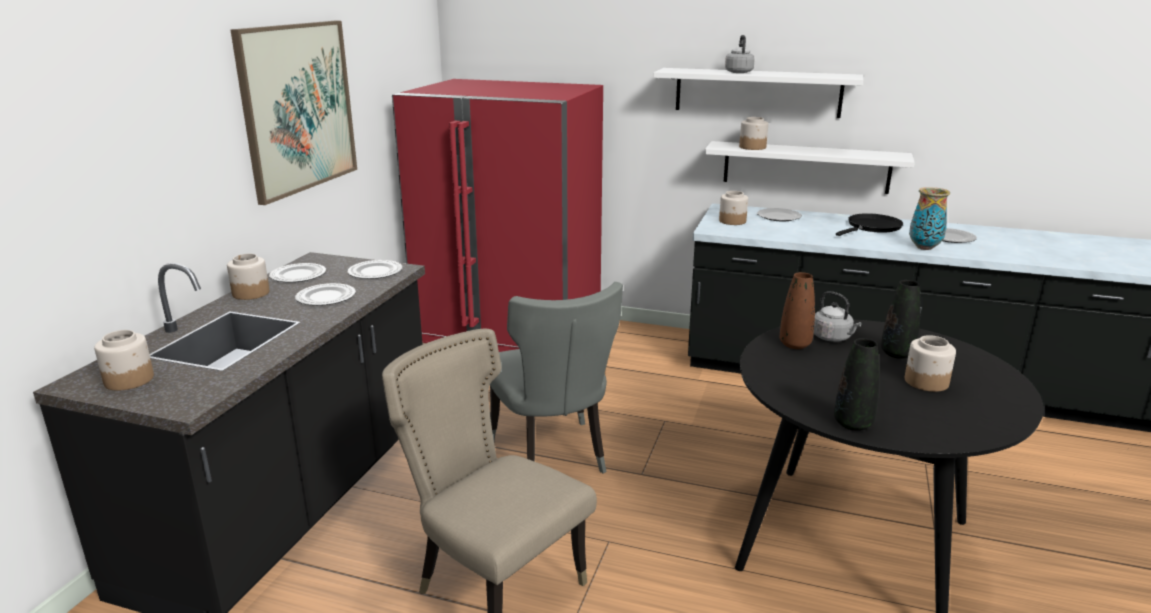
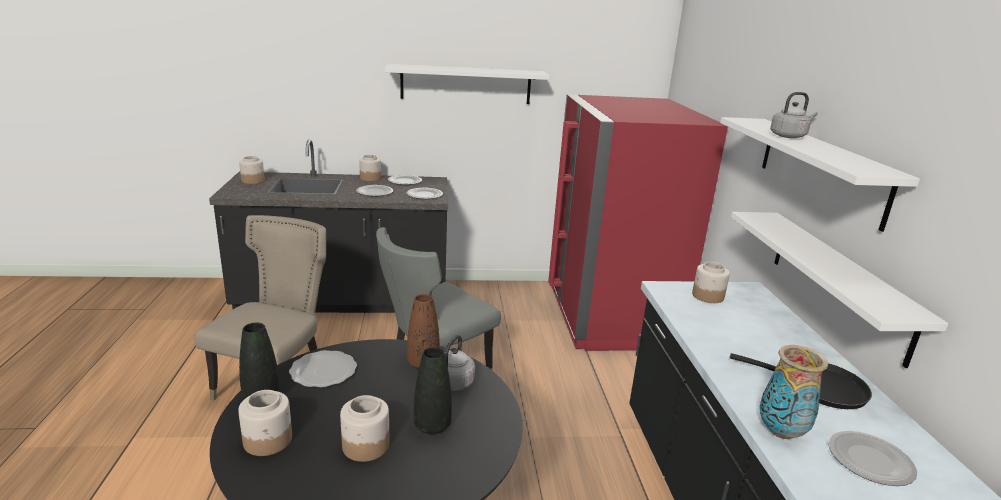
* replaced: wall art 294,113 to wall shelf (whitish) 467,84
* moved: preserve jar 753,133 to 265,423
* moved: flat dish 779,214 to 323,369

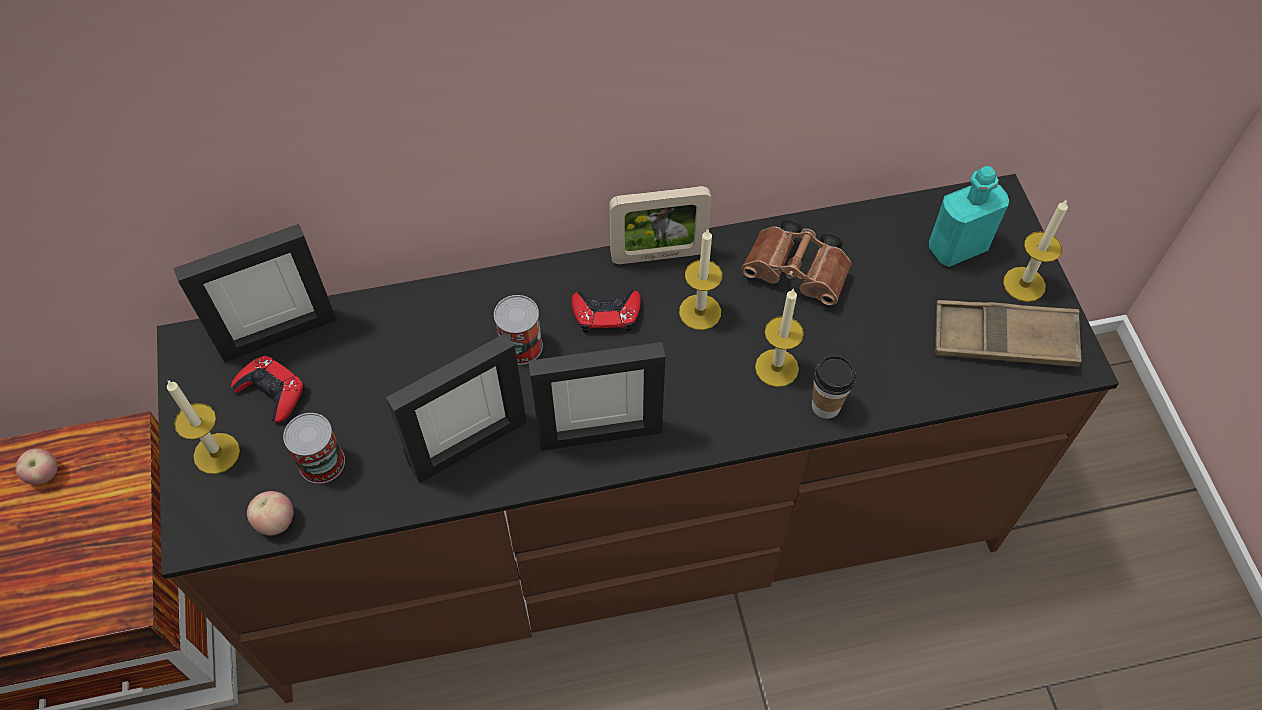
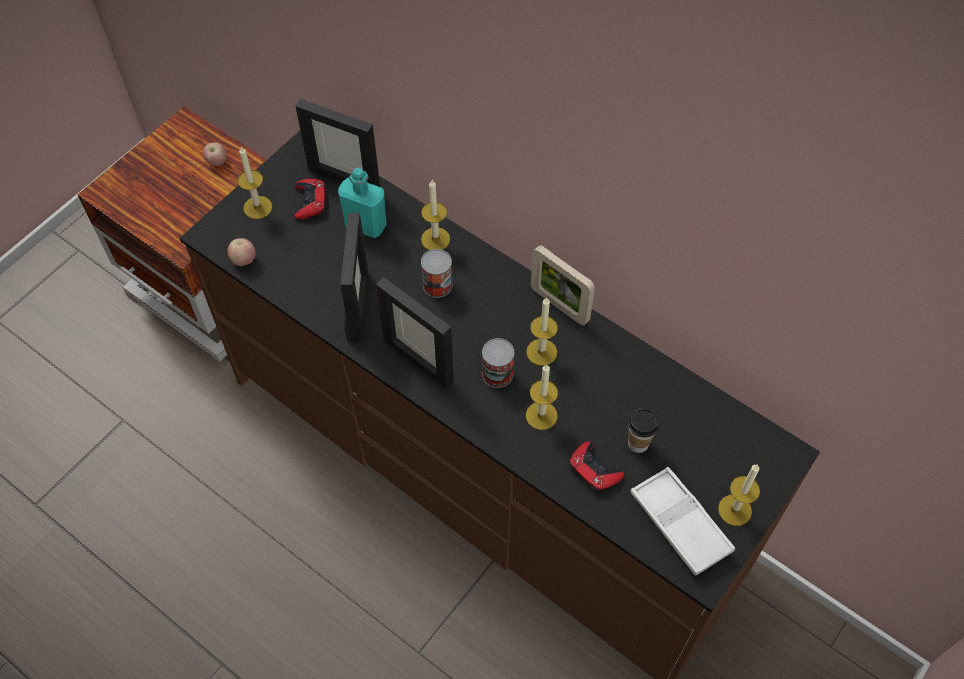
* moved: beverage bottle (blue-green) 969,216 to 362,203
* removed: binoculars (brown-coloured) 796,262
* moved: joypad (reddish) 606,311 to 596,466
* recoloured: tray (brown-coloured) 1008,333 to tray (whitish) 682,521
* turned: standing frame 456,408 = 354,277 105 degrees counterclockwise
* moved: drinking cup 834,386 to 643,430
* moved: can 314,448 to 498,363
* added: wax light 435,215

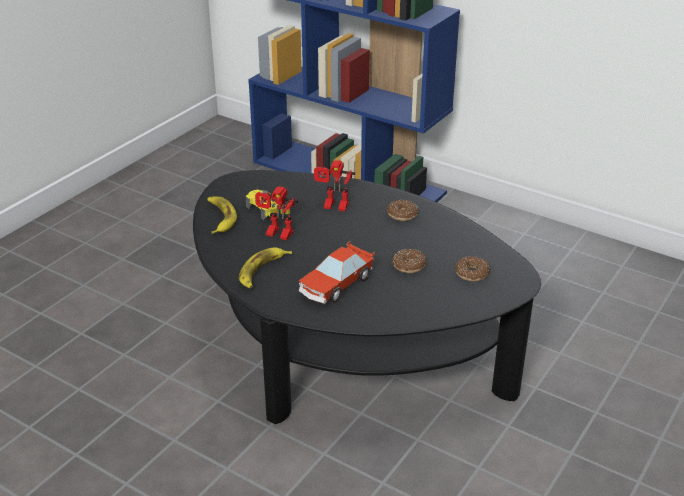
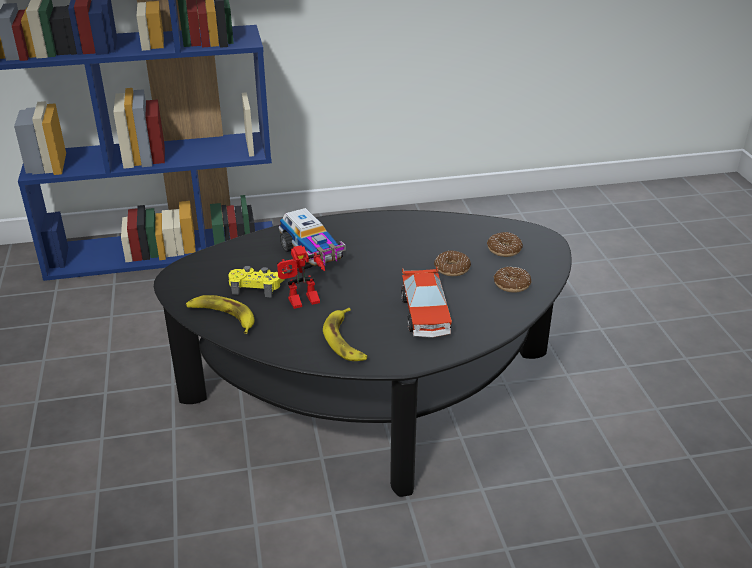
* replaced: model robot 334,185 to toy lorry 312,238
* moved: donut 402,210 to 513,280

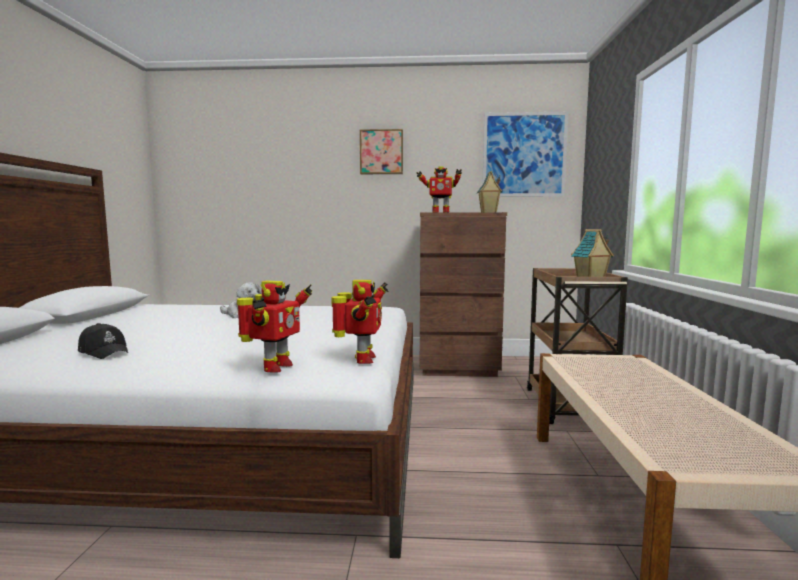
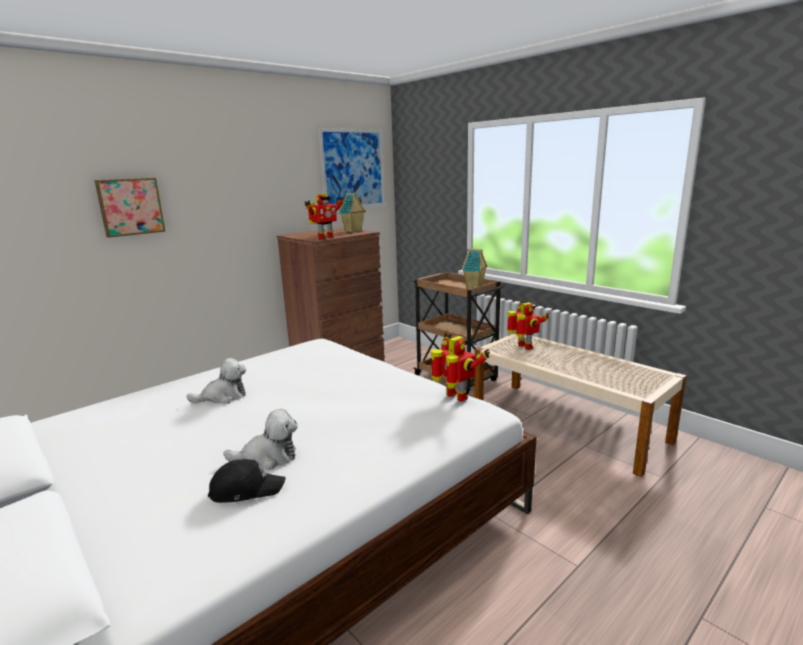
* moved: wall art 381,151 to 130,208
* moved: model robot 274,327 to 528,325
* added: cuddly toy 260,439

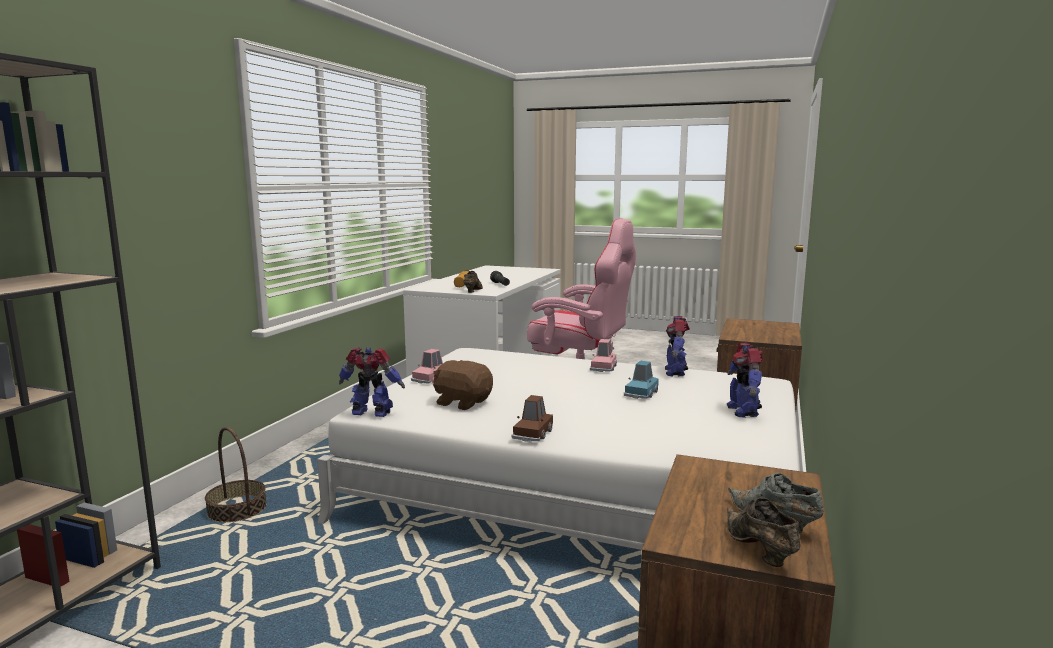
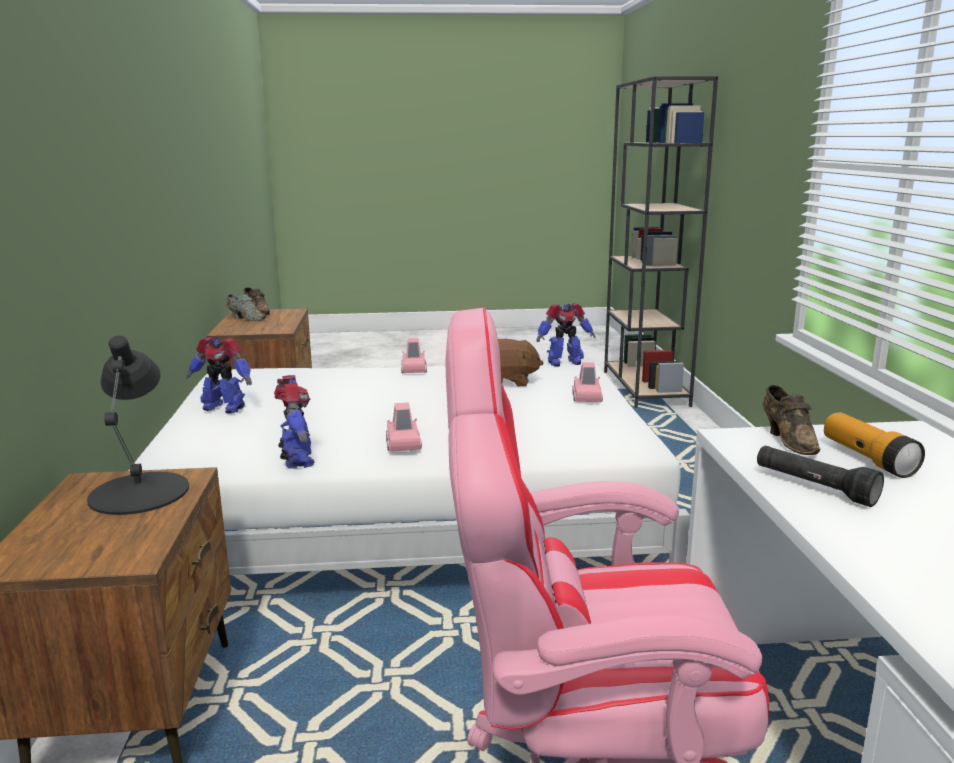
* turned: model robot 745,380 = 219,374 135 degrees clockwise
* removed: toy car (blue) 641,380
* recoloured: toy car (brown-coloured) 532,418 to toy car (pink) 414,355
* removed: household basket 236,474
* added: lamp for a table (black-coloured) 138,425

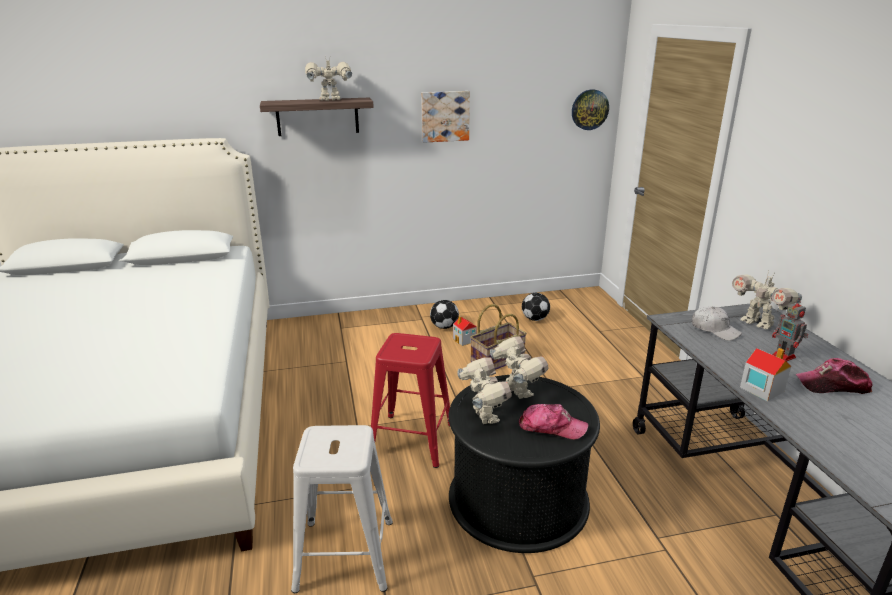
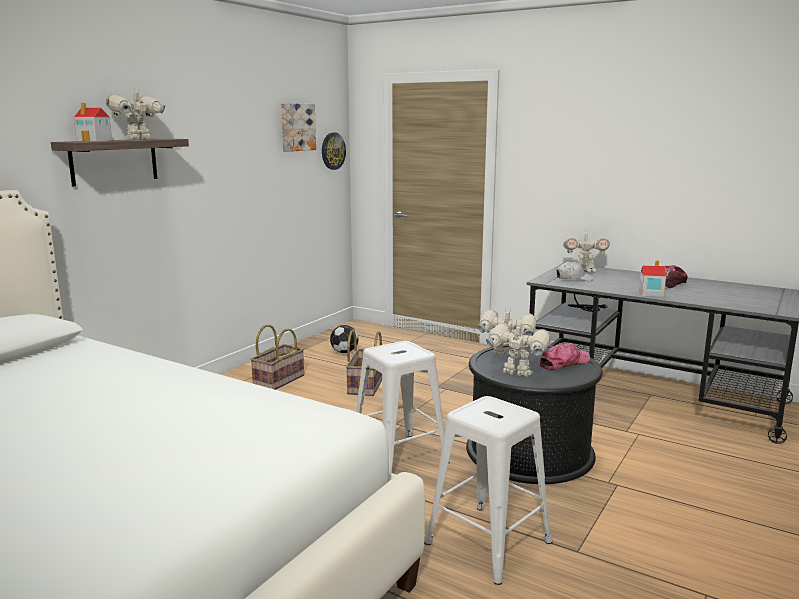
* moved: wall art 445,117 to 298,127
* removed: model robot 790,330
* replaced: football ball 444,314 to household basket 277,357
* moved: toy house 465,331 to 93,122
* recoloured: stool seat (reddish) 410,400 to stool seat (whitish) 403,407

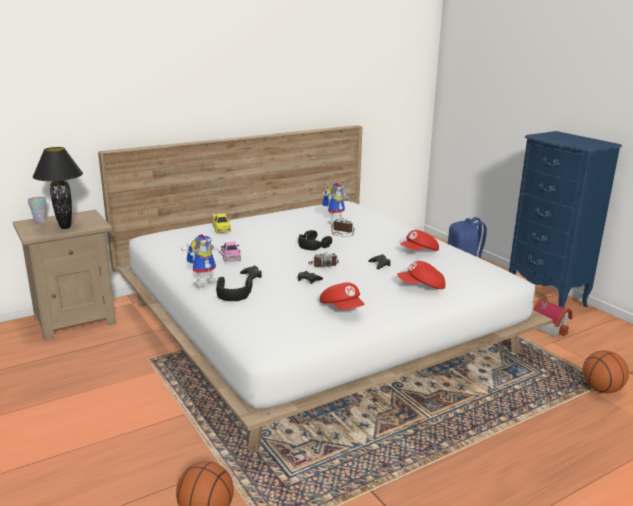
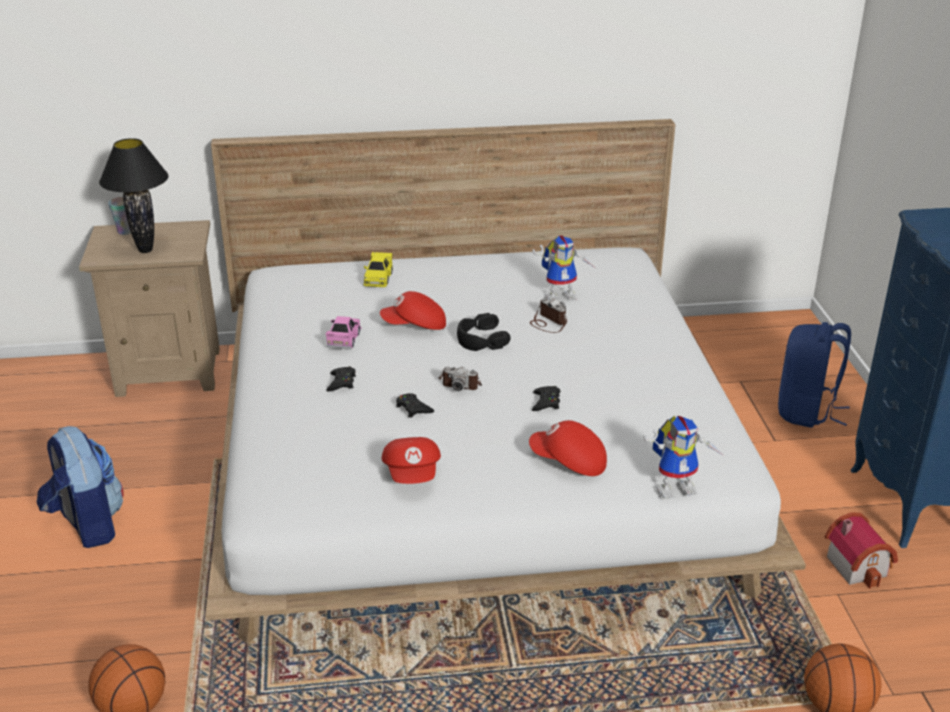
* moved: cap (reddish) 419,240 to 413,310
* moved: model robot 204,261 to 683,457
* removed: headset (black-coloured) 234,289
* added: knapsack 80,487

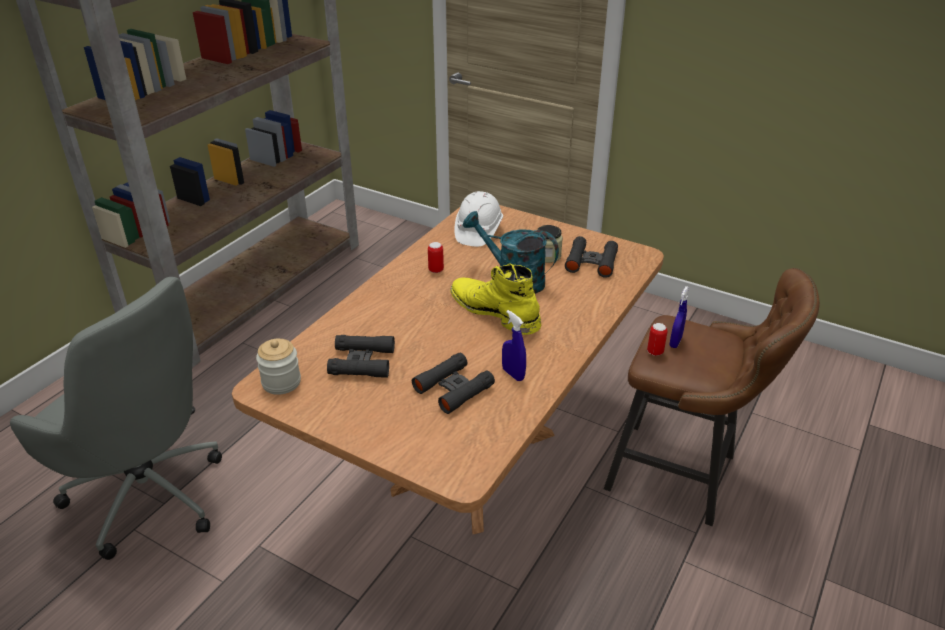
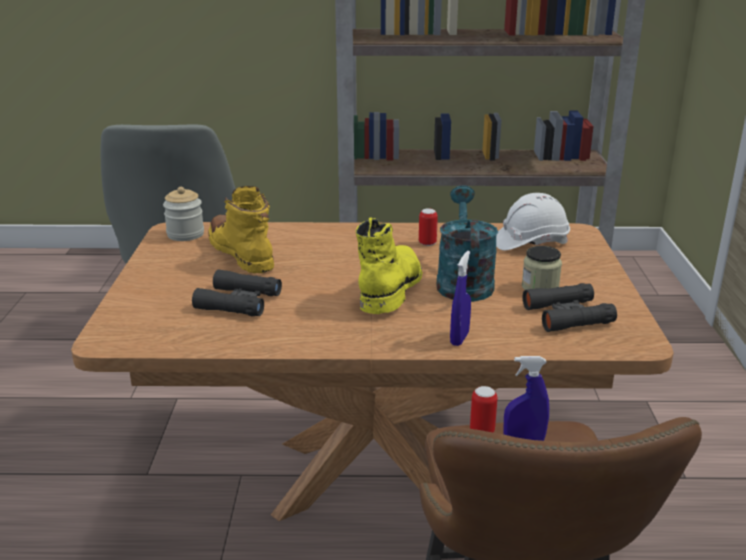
* moved: hand sprayer (blue) 514,345 to 460,298
* replaced: binoculars (black-coloured) 361,356 to high-top boot (yellowish) 241,229

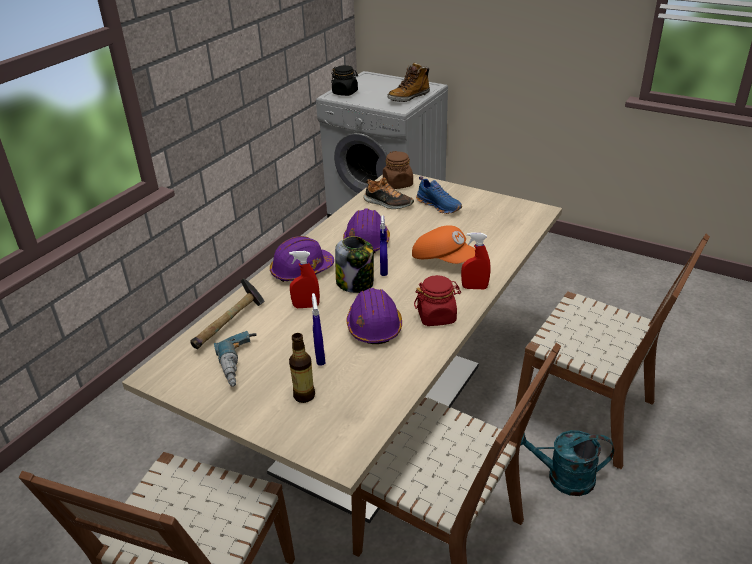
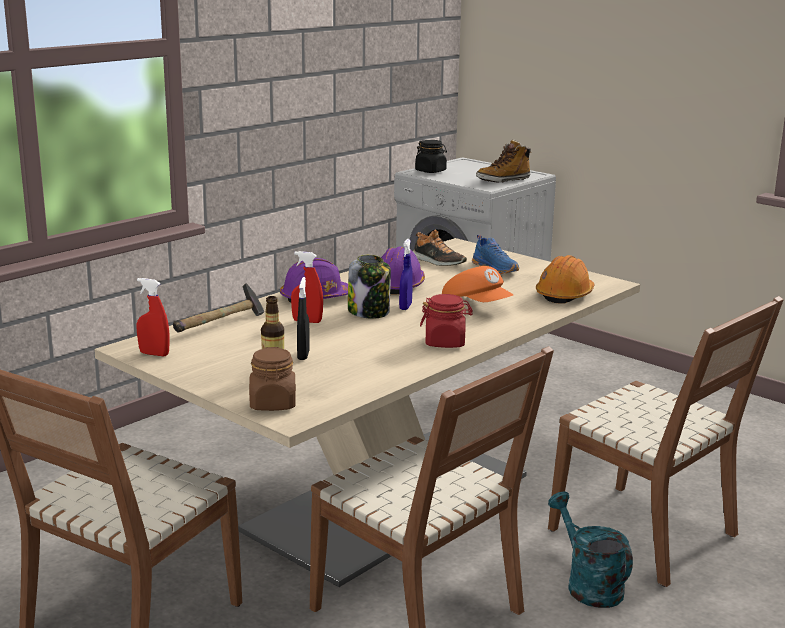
* moved: preserve jar (brown-coloured) 398,170 to 272,379
* moved: hand sprayer (reddish) 475,260 to 153,317
* removed: safety helmet (purple) 374,316
* recoloured: hand sprayer (blue) 319,329 to hand sprayer (black-coloured) 303,318
* removed: power drill 235,359
* turned: watering can (blue-green) 567,463 = 590,549 45 degrees clockwise
* added: safety helmet (orangey) 565,279

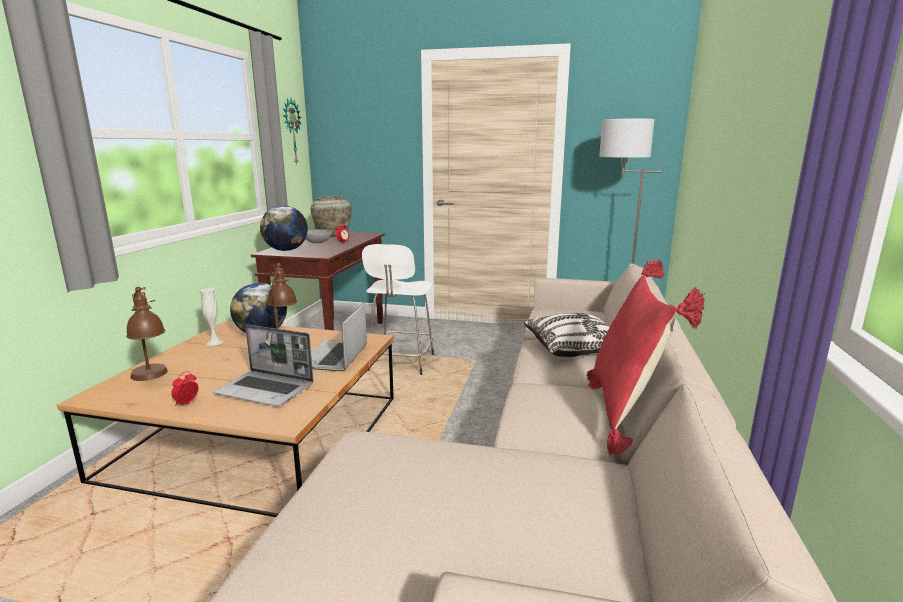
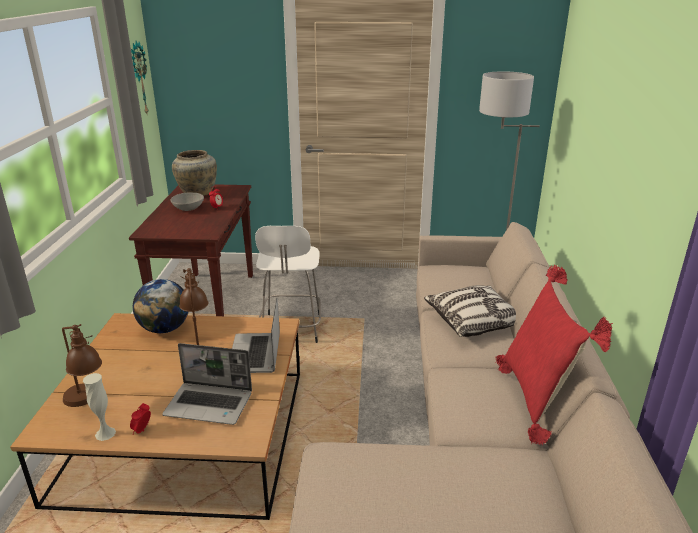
* removed: globe 284,228
* moved: decorative vase (whitish) 211,317 to 99,407

